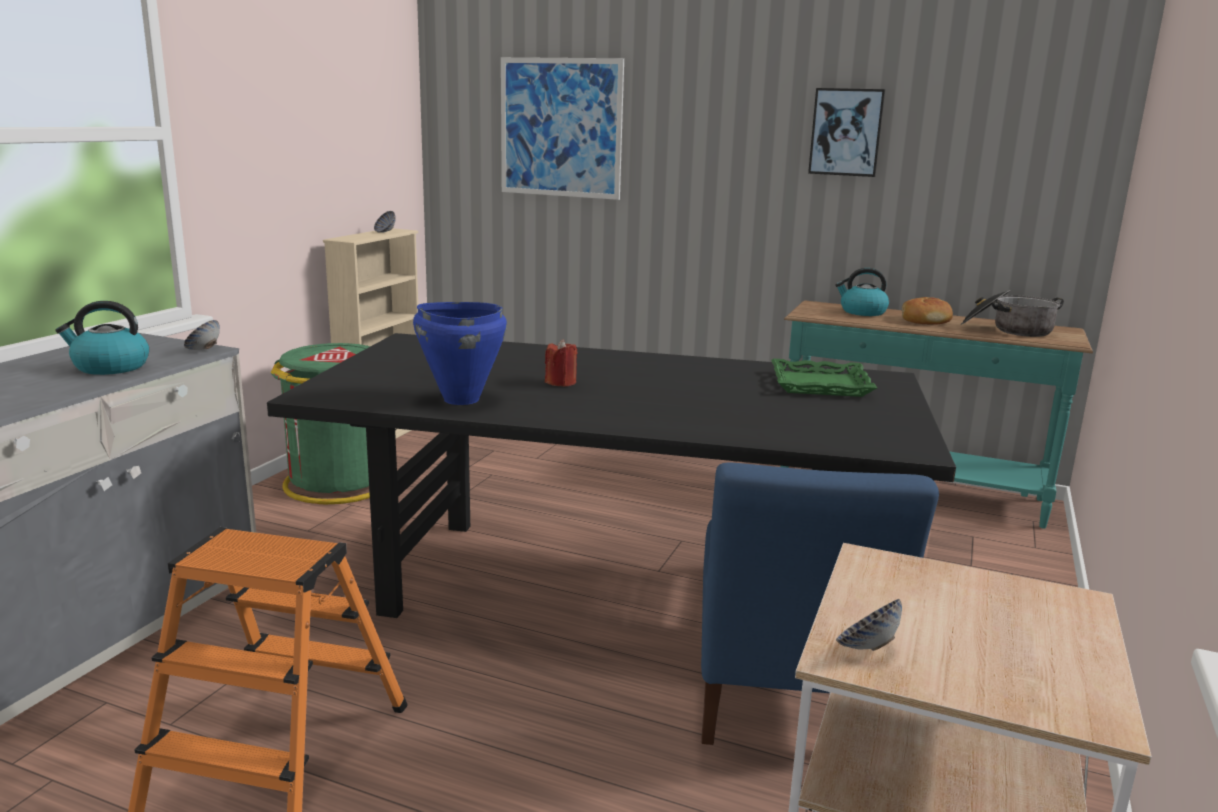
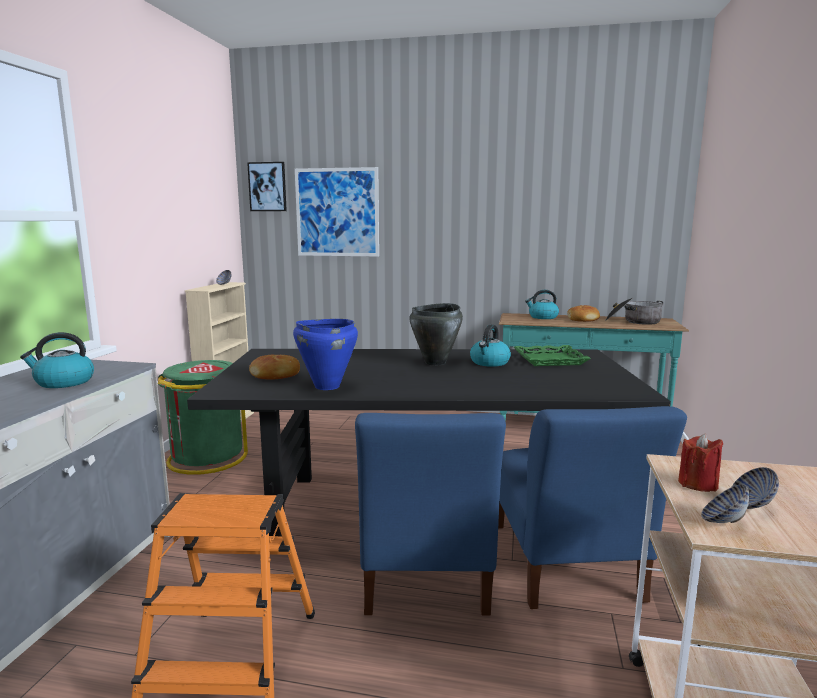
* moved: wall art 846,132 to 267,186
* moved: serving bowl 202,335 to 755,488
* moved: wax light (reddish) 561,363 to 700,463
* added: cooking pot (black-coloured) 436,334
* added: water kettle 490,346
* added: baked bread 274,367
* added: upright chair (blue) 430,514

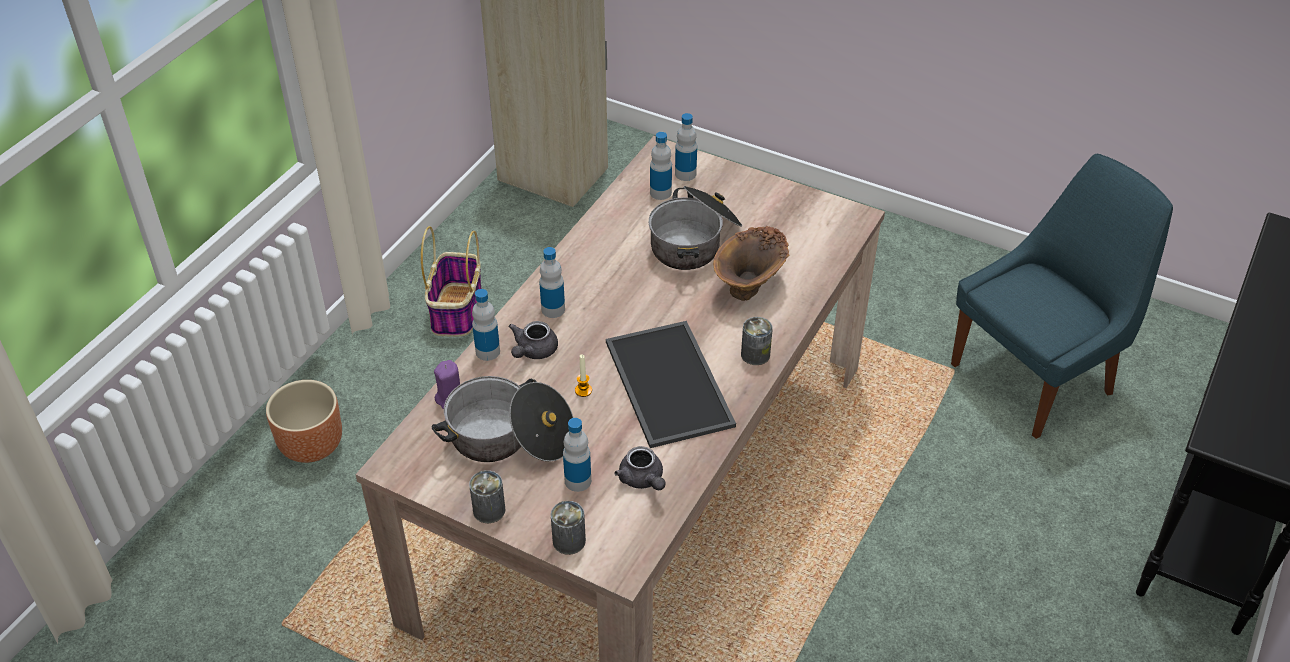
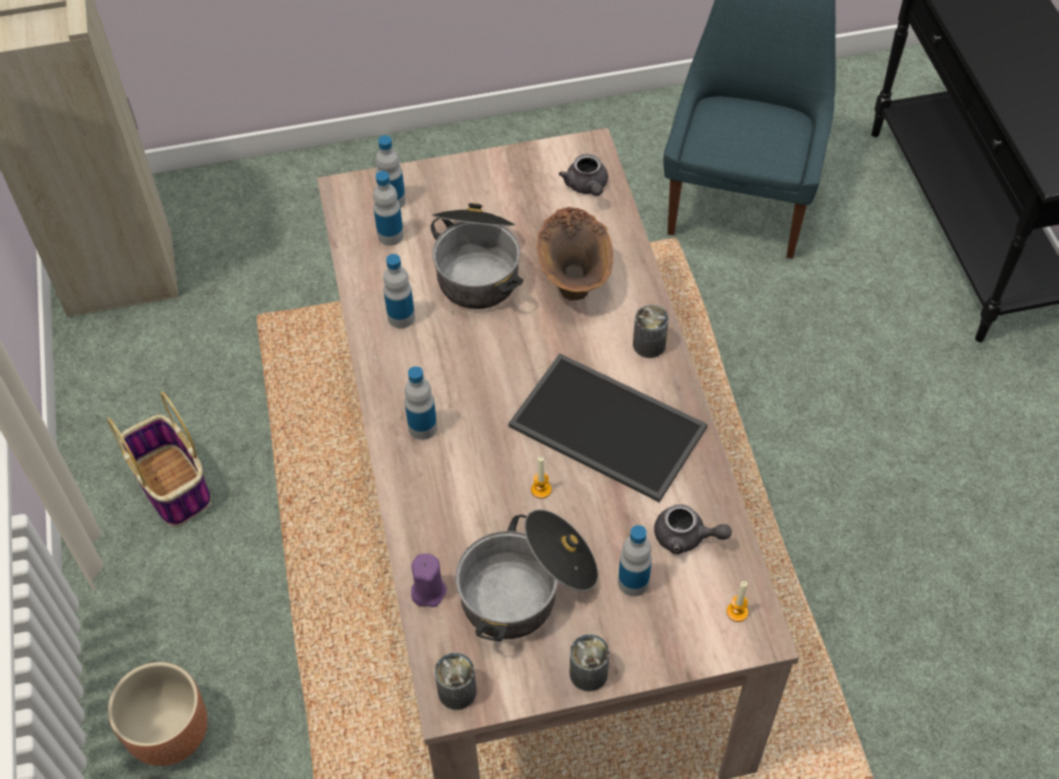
* moved: beverage bottle 486,325 to 399,291
* moved: pot for tea (greyish) 533,340 to 583,175
* moved: can 568,528 to 456,681
* added: wax light 737,601

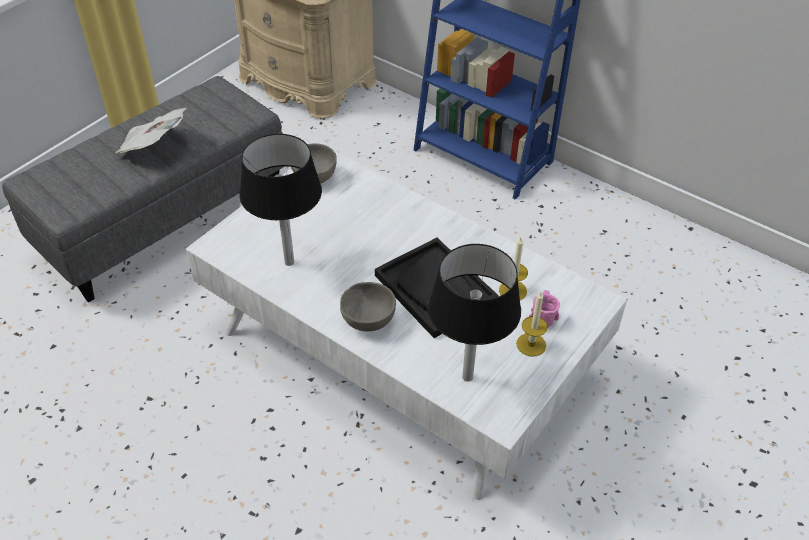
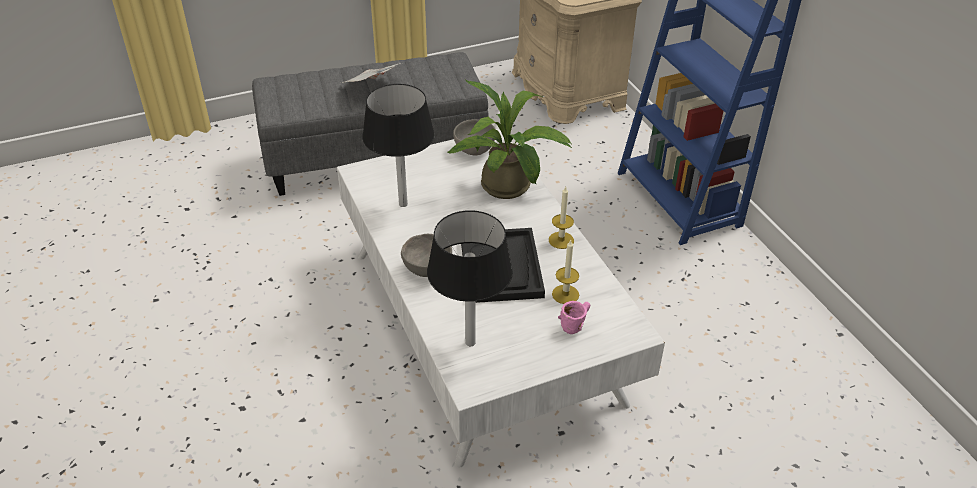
* moved: wax light 532,324 to 561,218
* added: potted plant 510,139

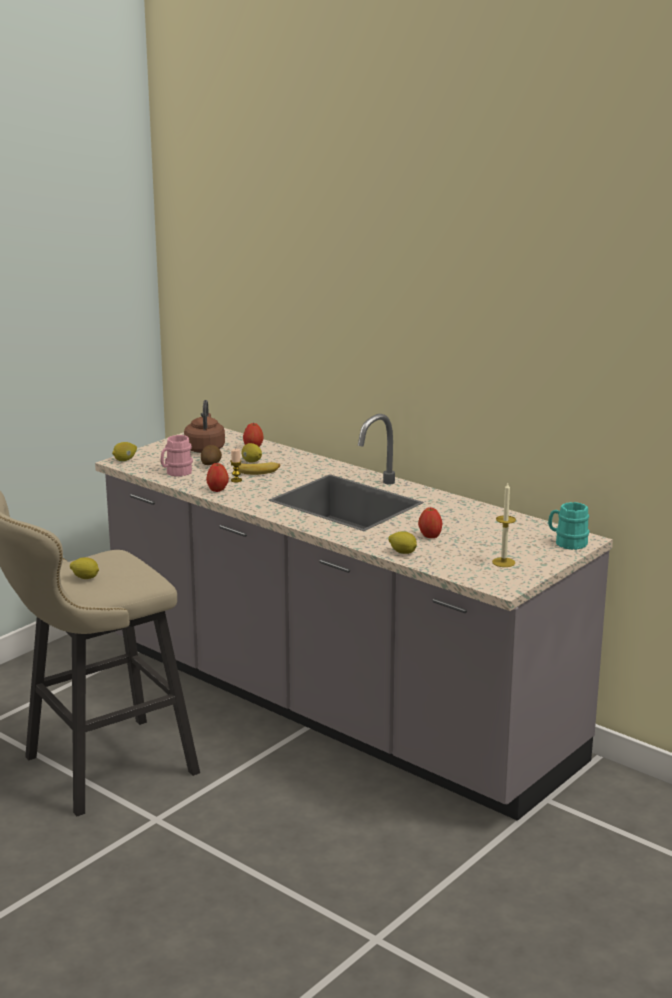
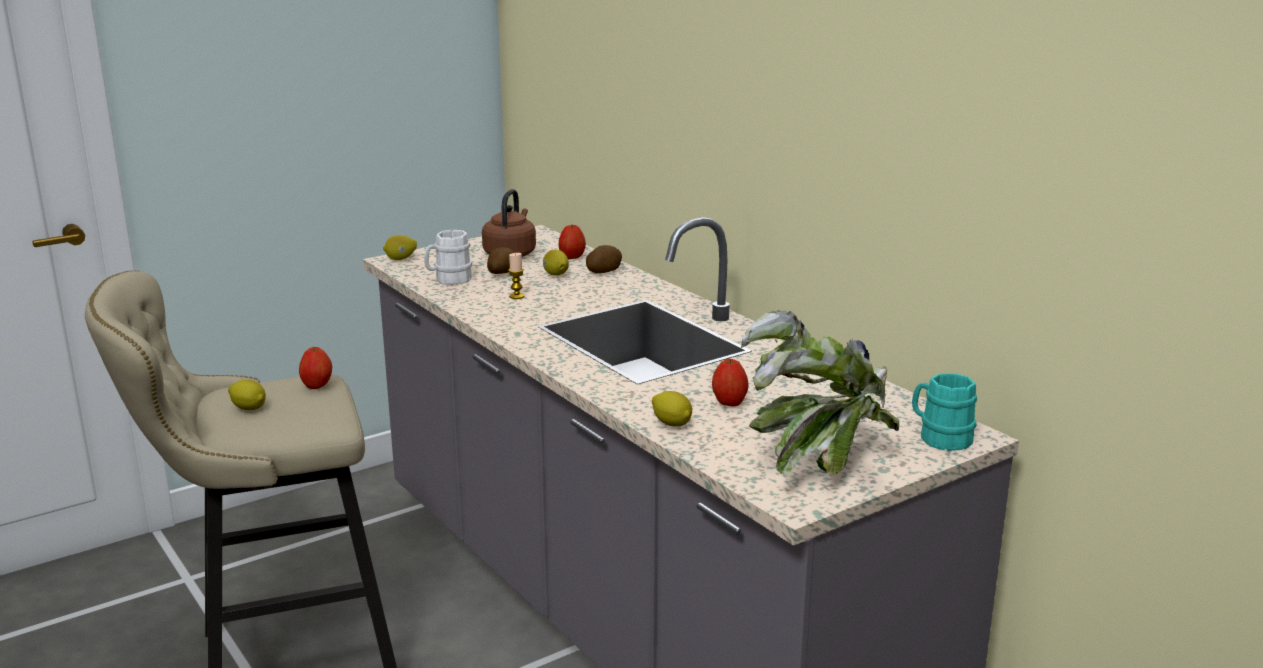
* recoloured: tea mug (pink) 177,456 to tea mug (whitish) 448,257
* removed: banana 259,468
* moved: apple fruit 217,477 to 315,368
* replaced: wax light 504,525 to potted plant 820,393
* added: spud 604,259

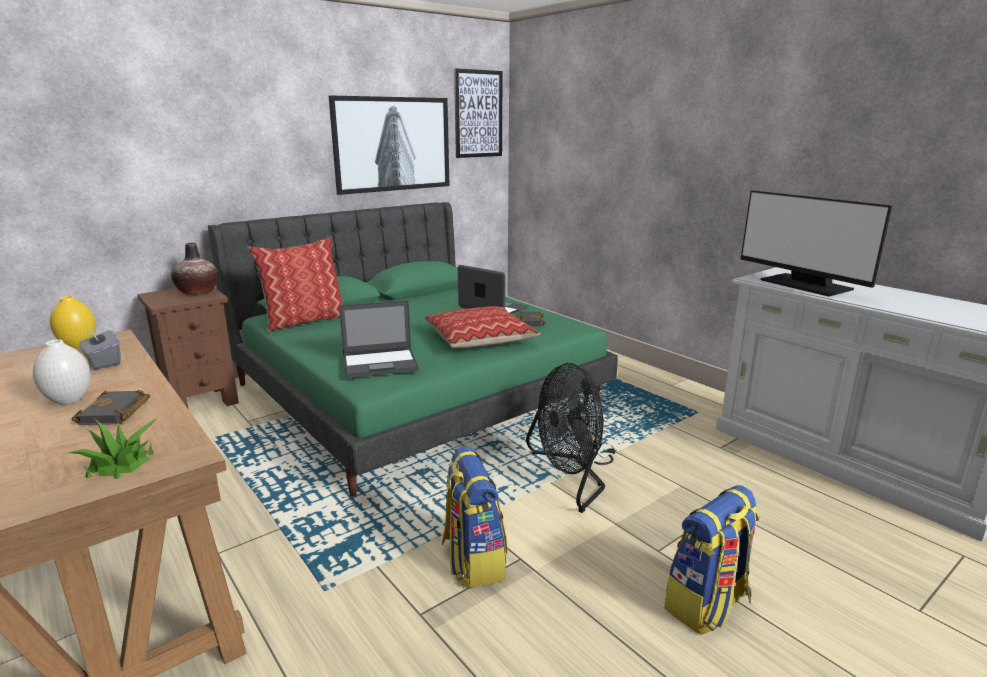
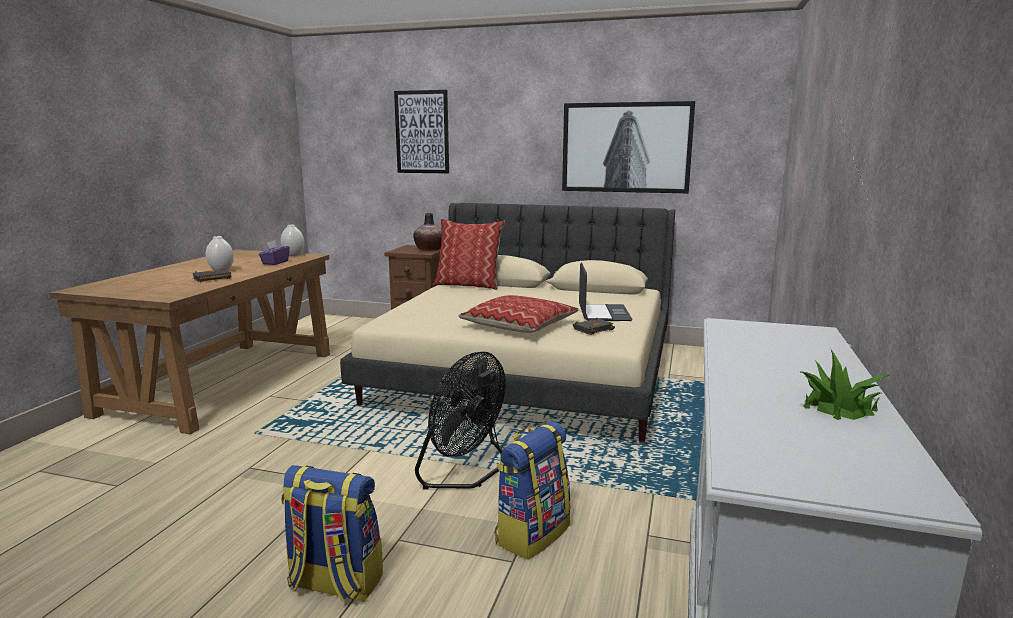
* moved: wall art 478,113 to 421,132
* removed: monitor 816,243
* recoloured: bed (greenish) 413,349 to bed (beige) 507,323
* recoloured: decorative vase (yellowish) 73,322 to decorative vase (whitish) 292,240
* removed: laptop 379,339
* recoloured: tissue box (greyish) 100,348 to tissue box (purple) 274,252
* moved: potted plant 111,448 to 845,384
* moved: knapsack 474,517 to 533,490

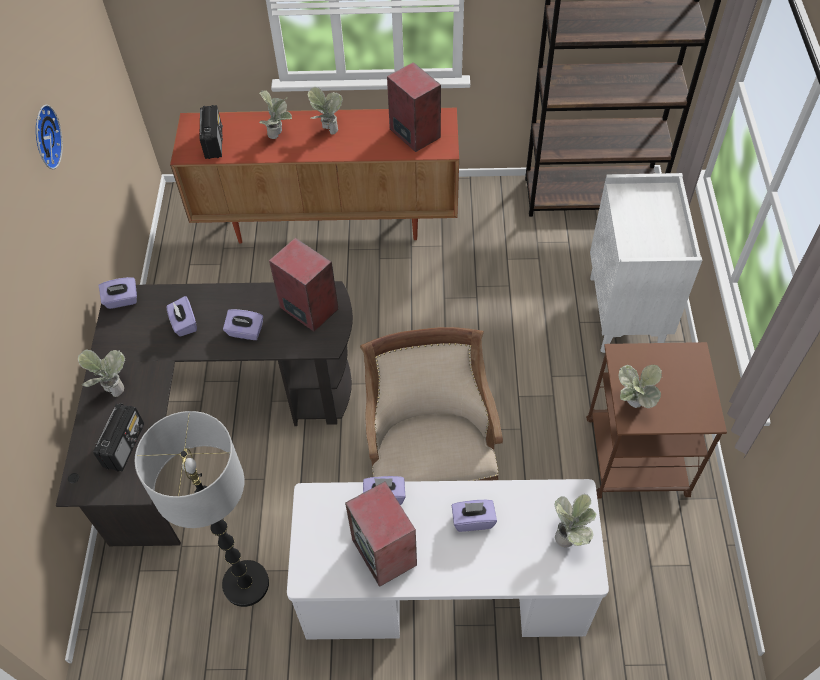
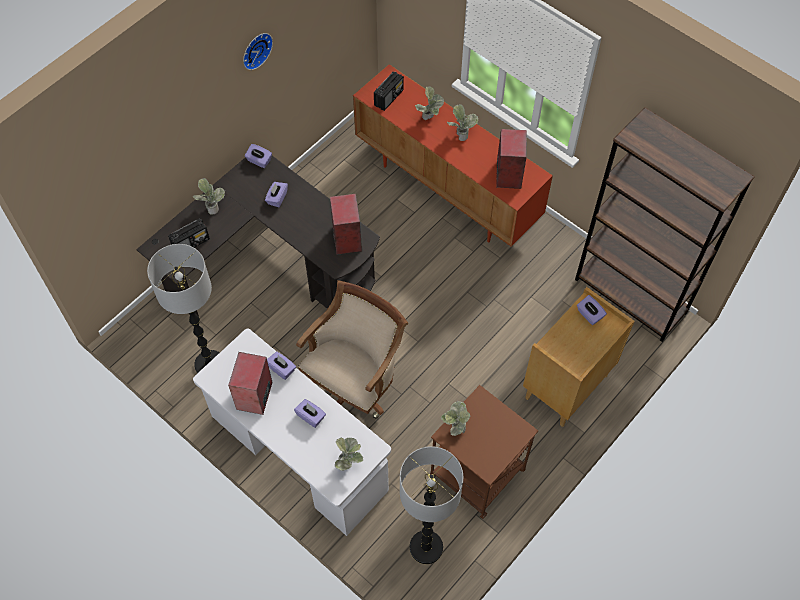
* recoloured: storage cabinet (whitish) 646,263 to storage cabinet (brown-coloured) 579,357
* moved: tissue box (purple) 243,324 to 592,310
* added: standing lamp 431,505

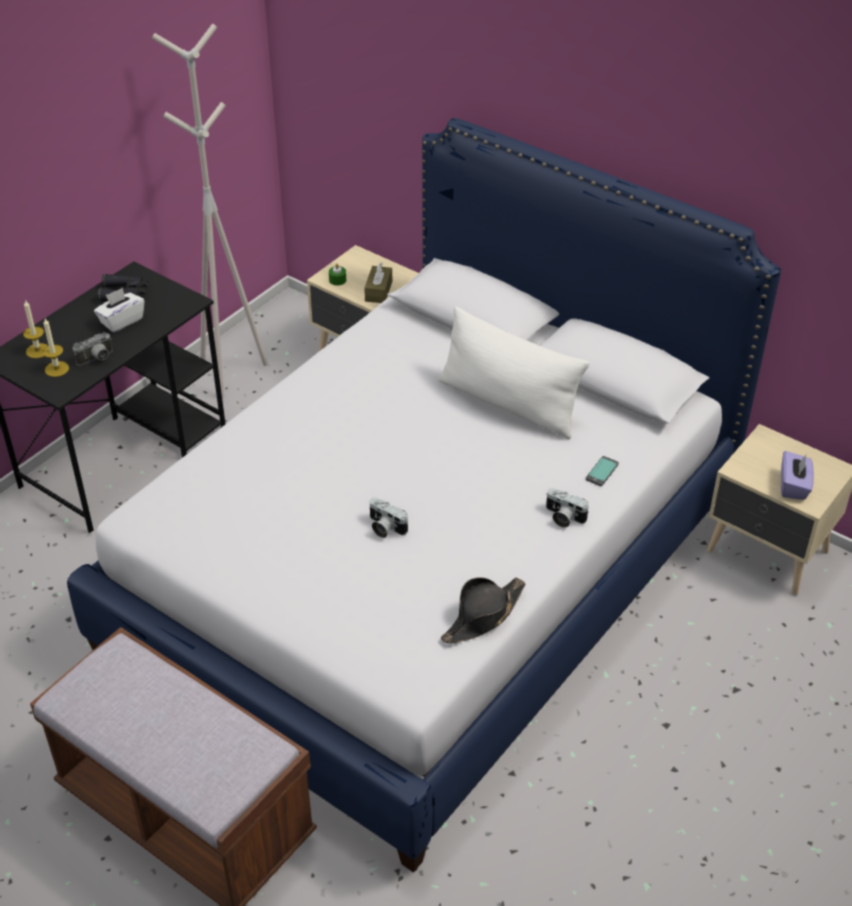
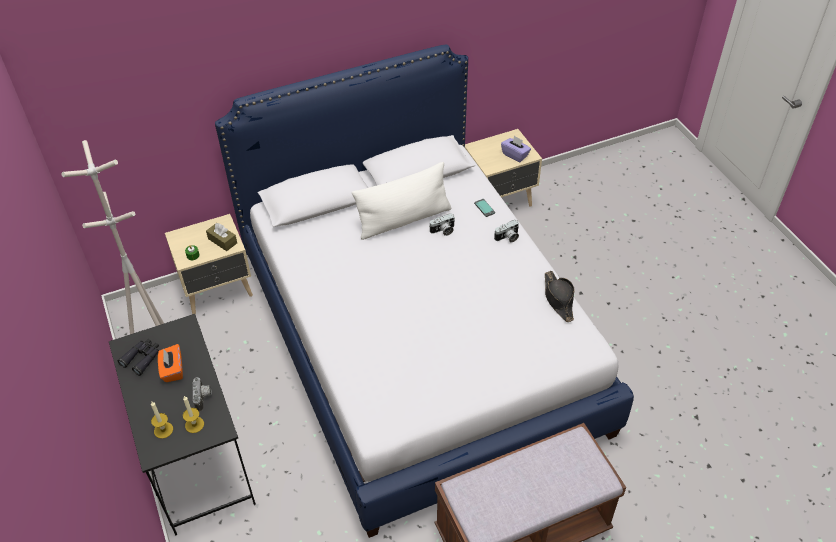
* recoloured: tissue box (whitish) 119,310 to tissue box (orangey) 170,363
* moved: photo camera 388,517 to 442,225

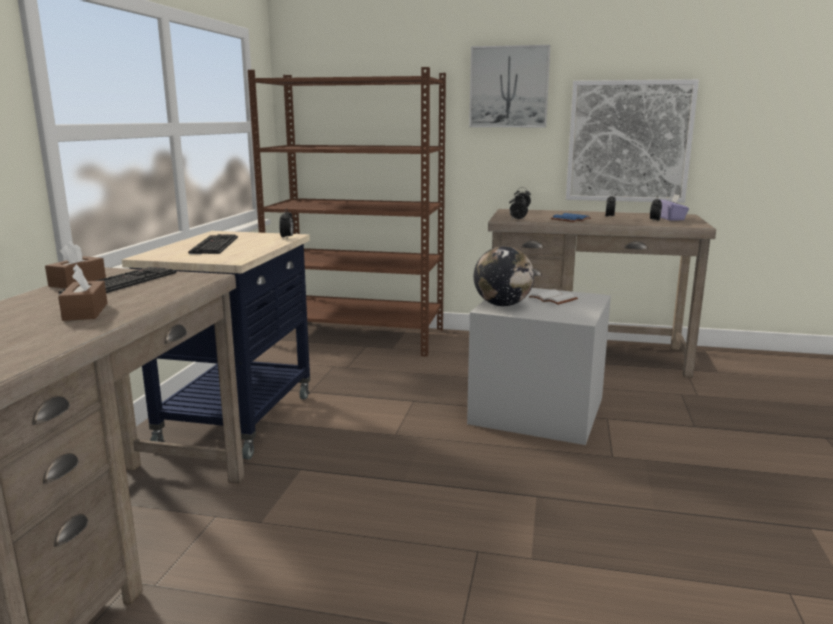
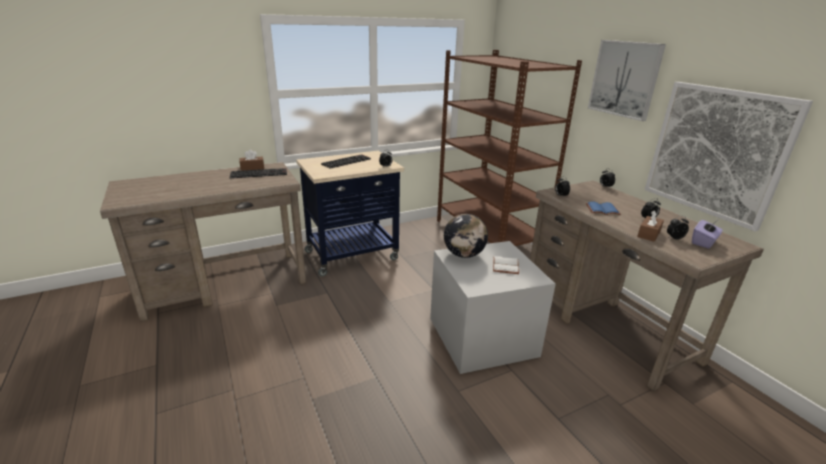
* moved: tissue box (brown-coloured) 82,292 to 650,226

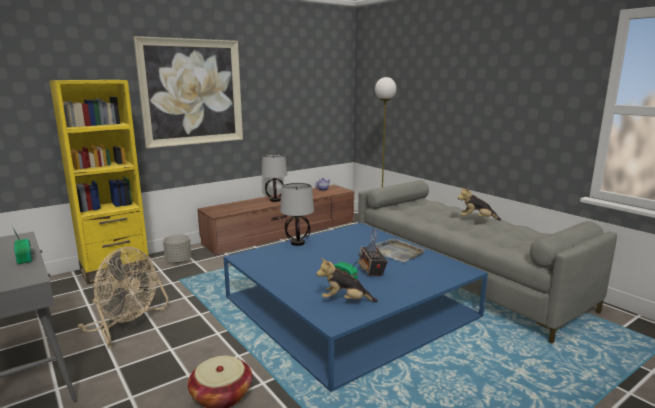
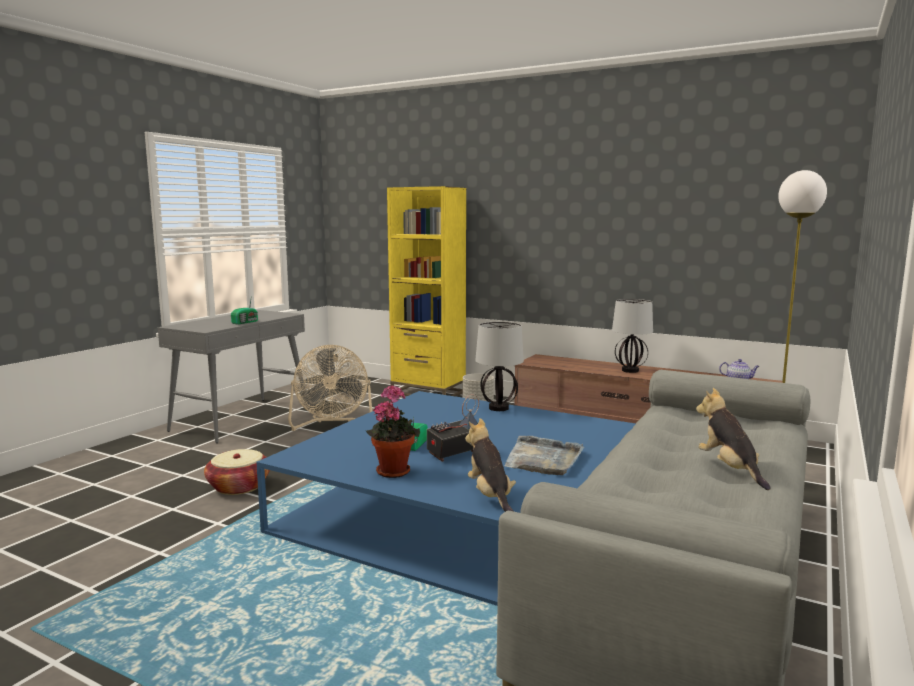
* removed: wall art 188,92
* moved: cuddly toy 347,280 to 490,465
* added: potted plant 393,431

